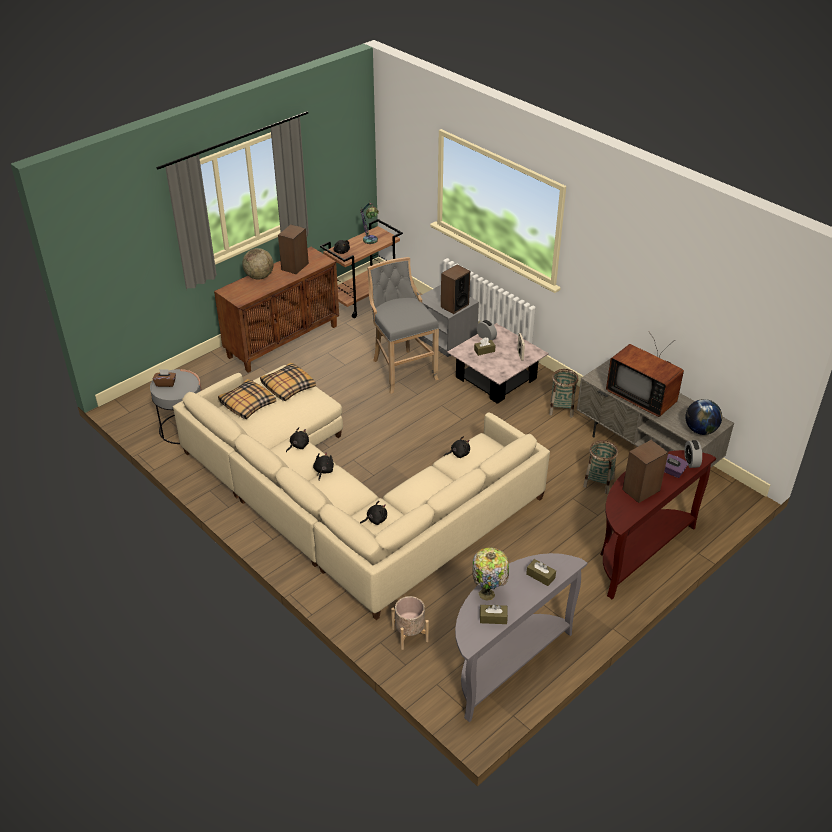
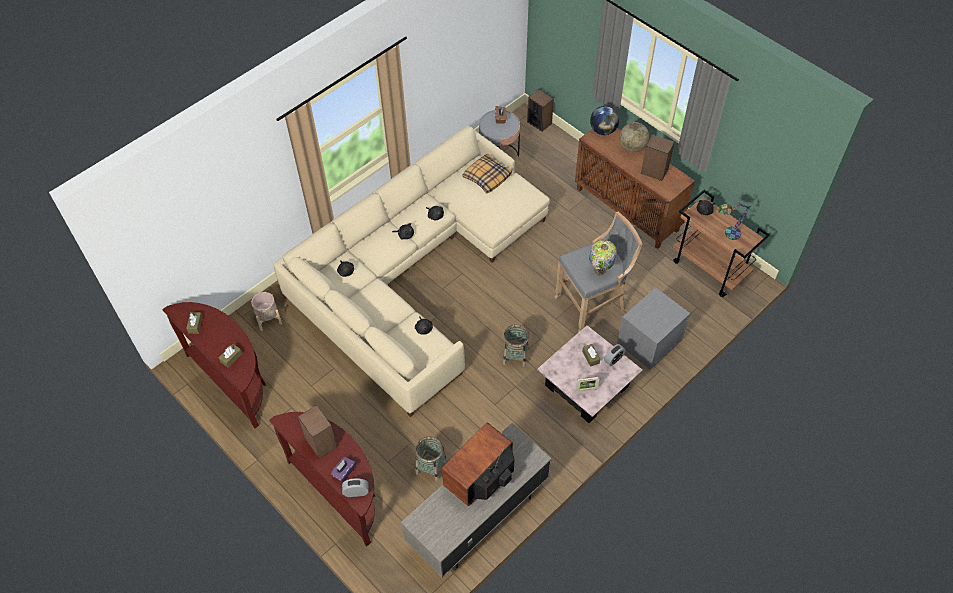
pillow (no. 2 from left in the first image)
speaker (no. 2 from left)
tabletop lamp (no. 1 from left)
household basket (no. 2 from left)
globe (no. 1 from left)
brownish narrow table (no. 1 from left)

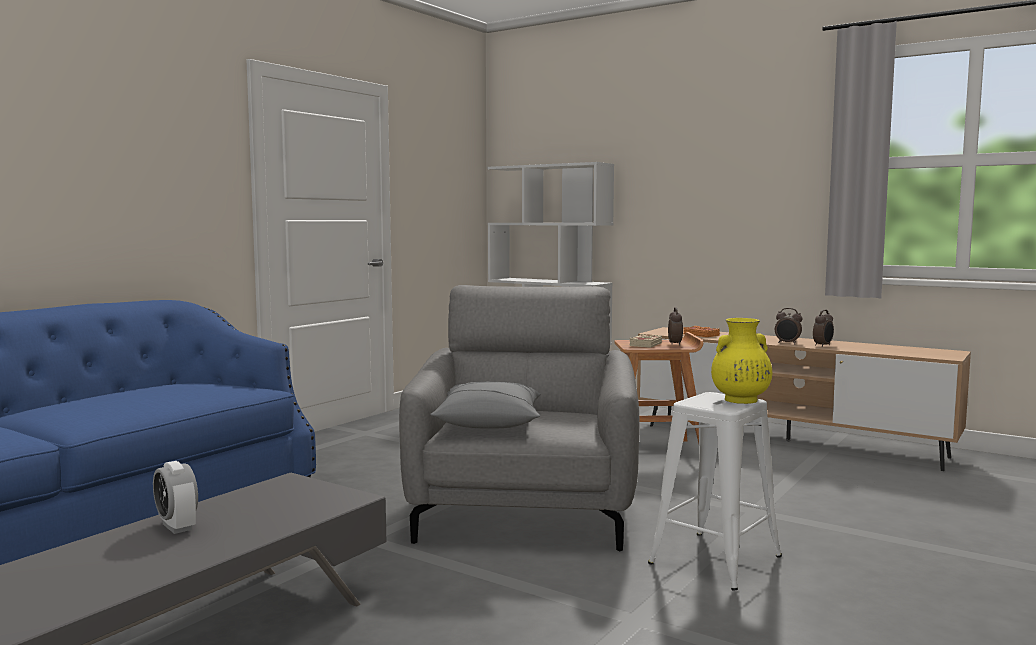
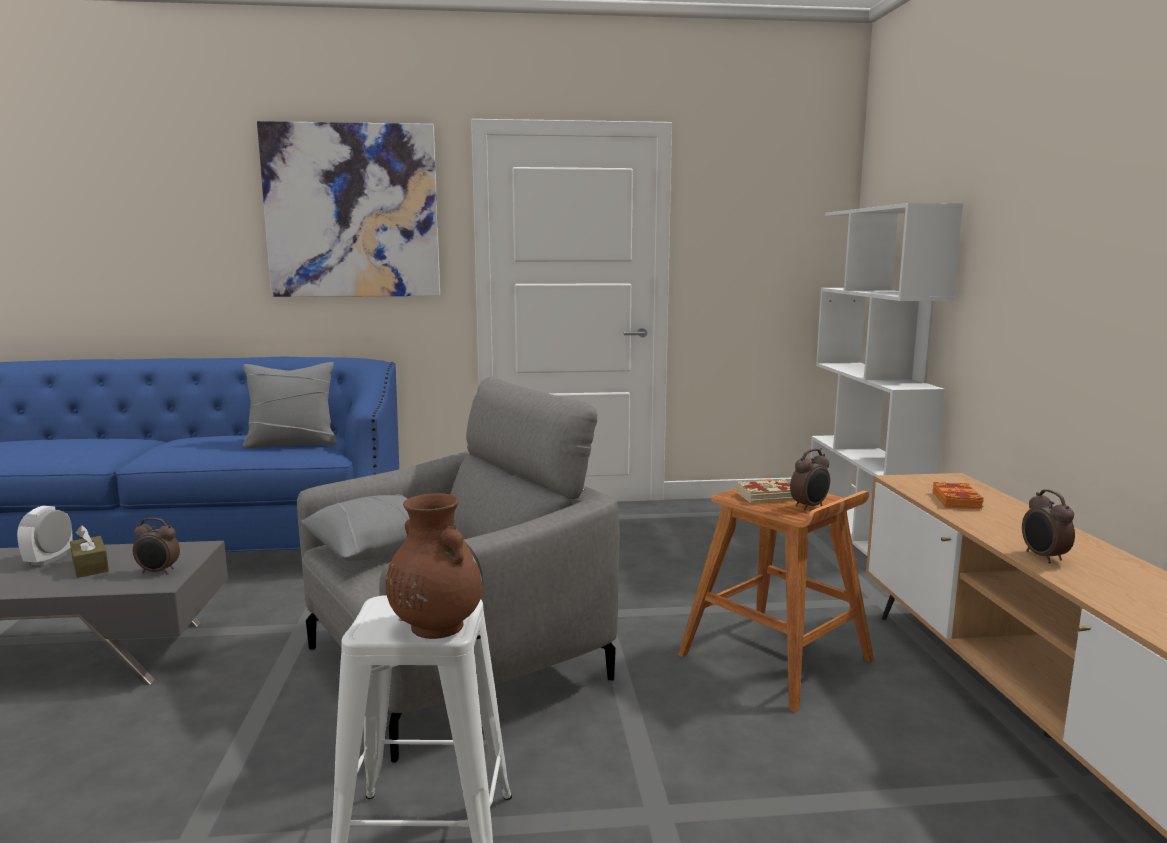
brownish box of tissues
grey pillow (no. 1 from left)
wall picture
table clock (no. 2 from left)
brownish flower vase

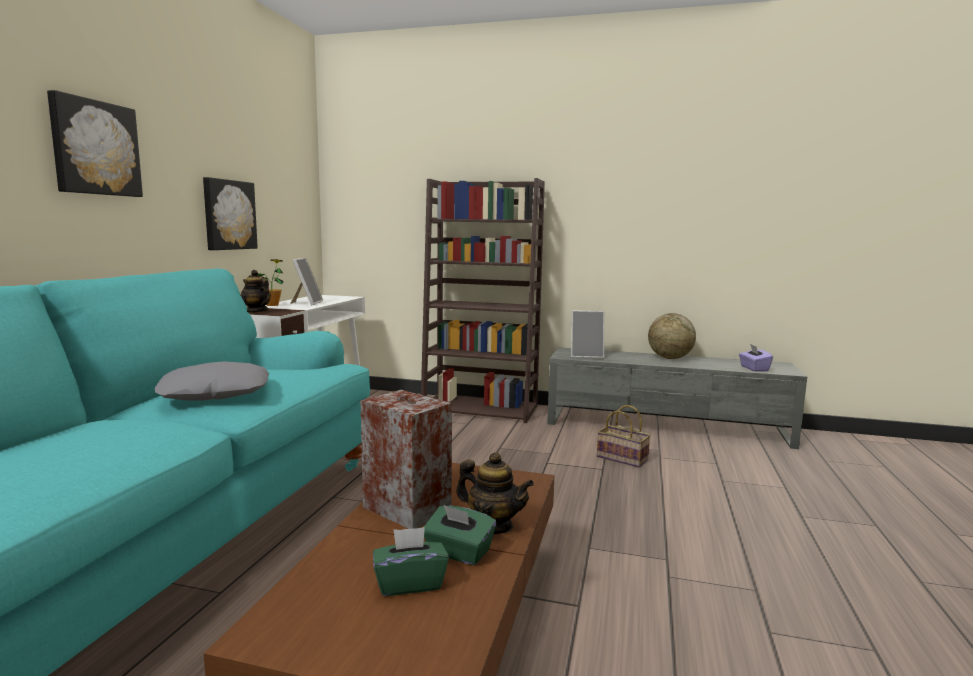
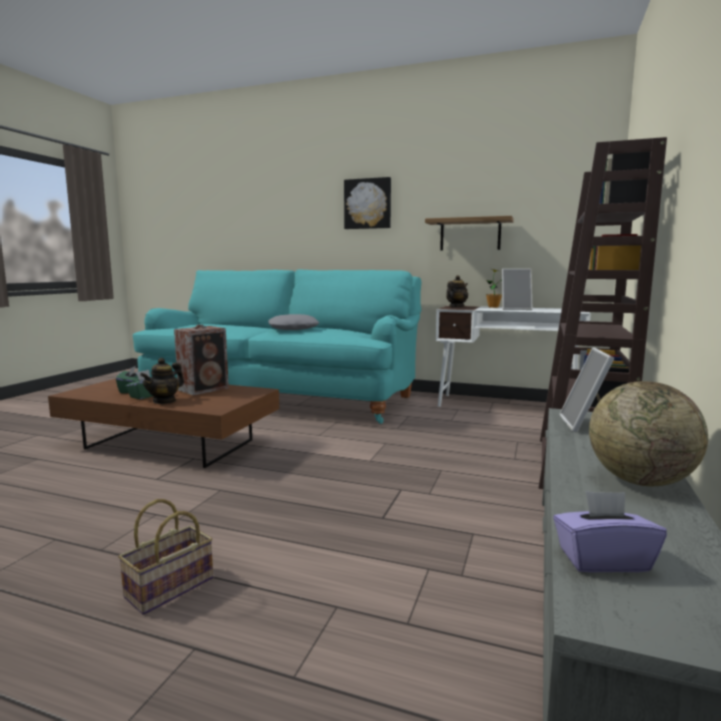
household basket
wall shelf

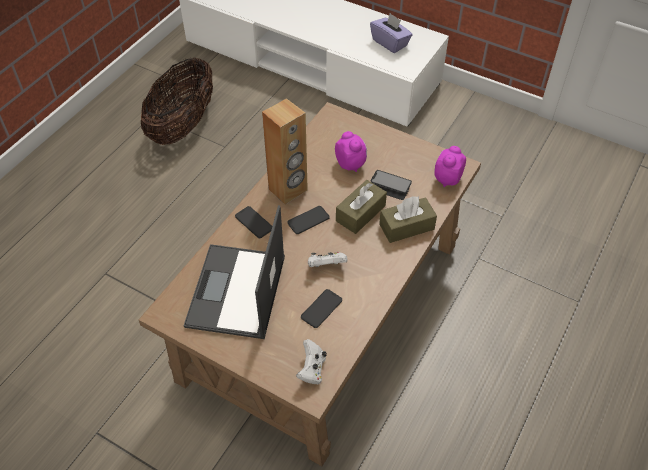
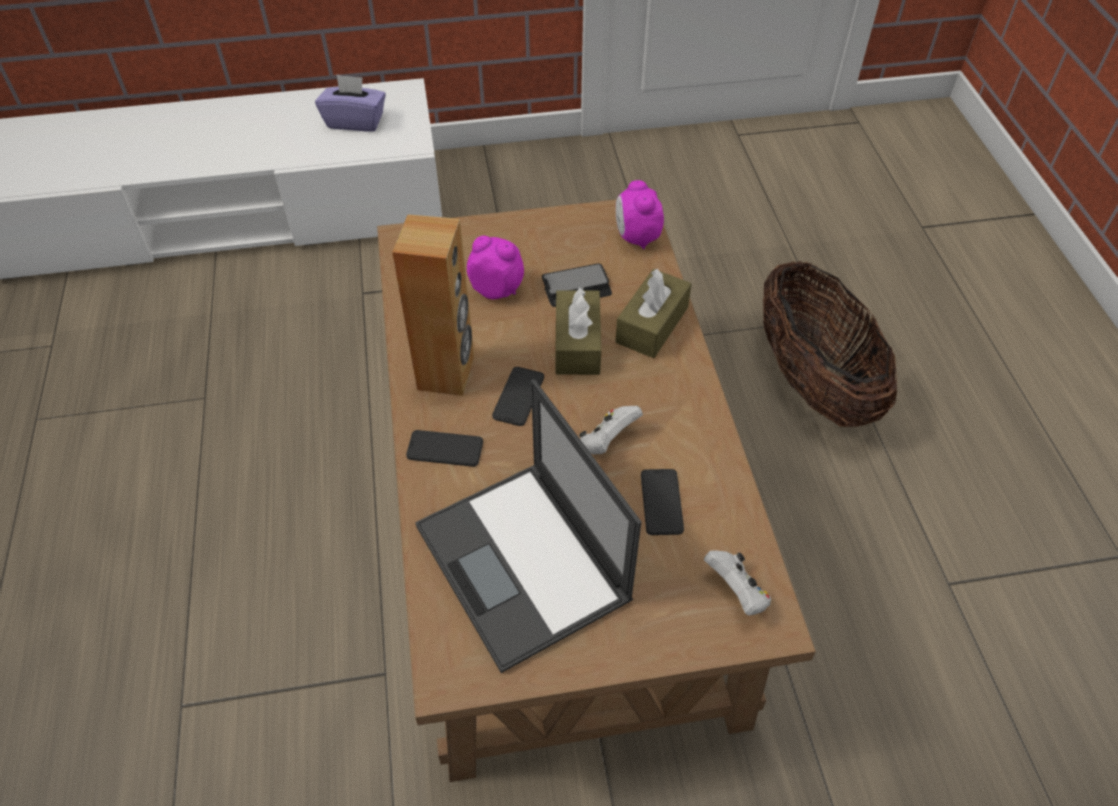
household basket

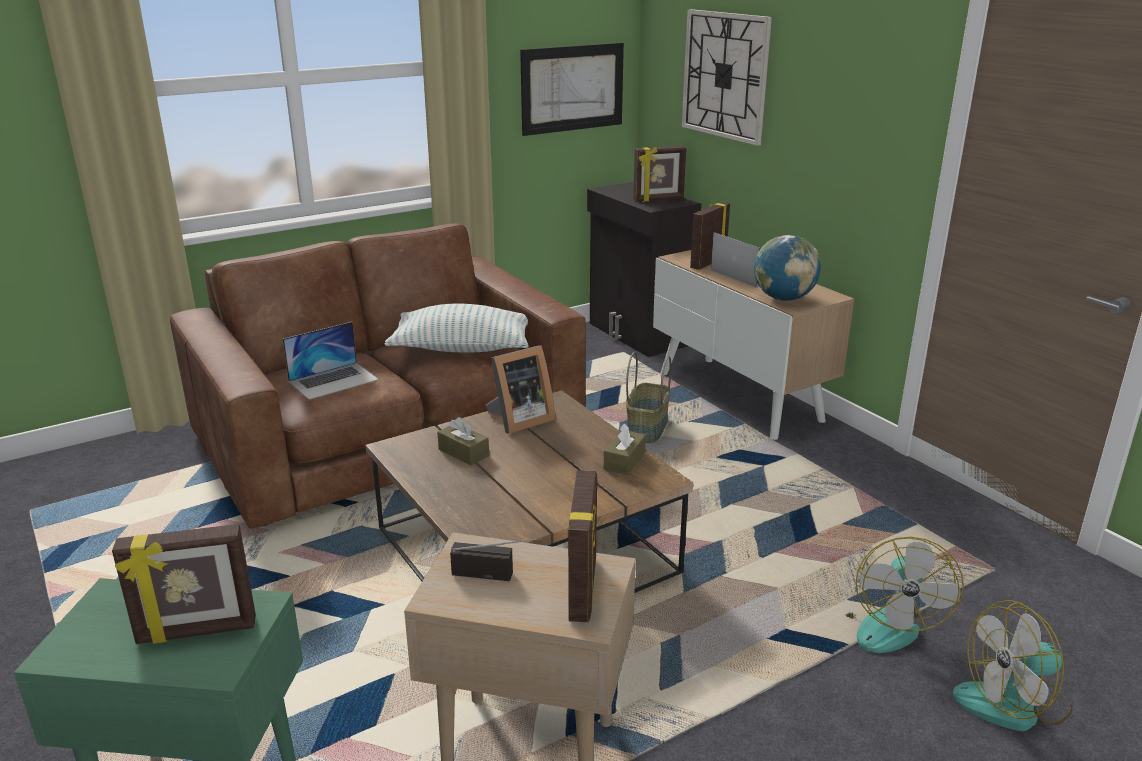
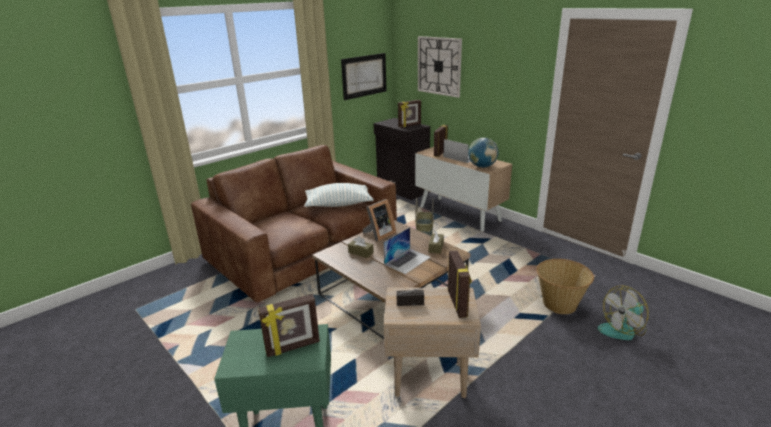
laptop (no. 1 from left)
household basket (no. 2 from left)

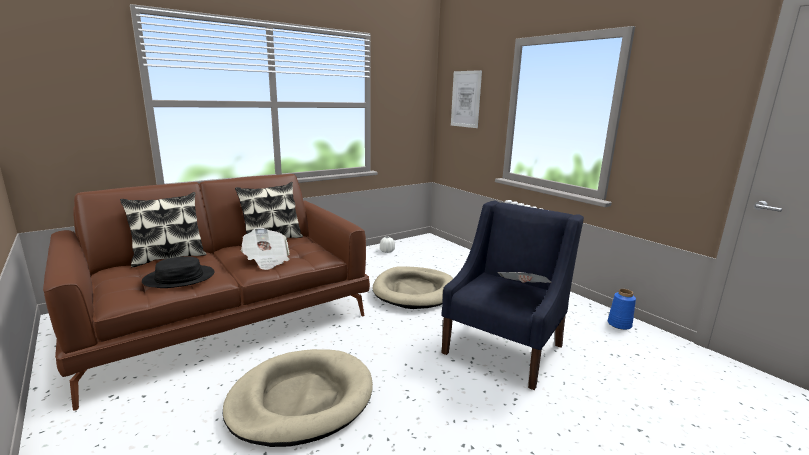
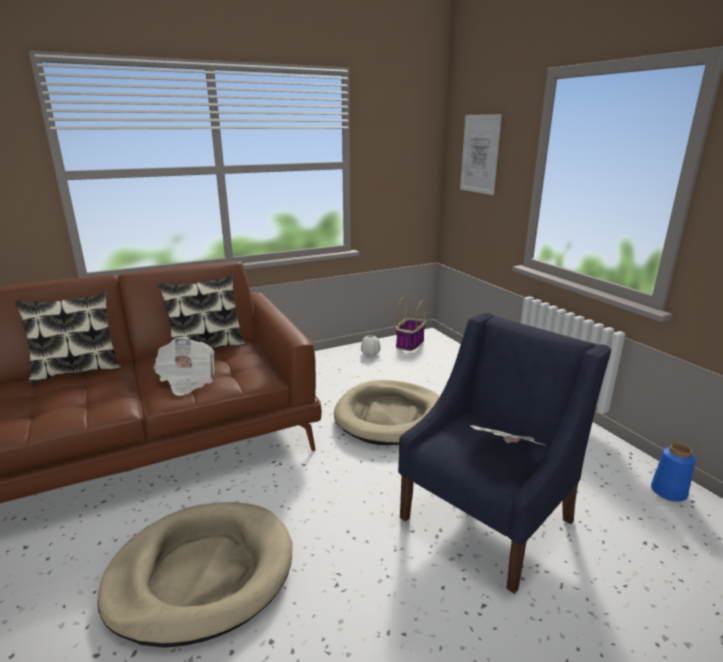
black clothing hat
household basket

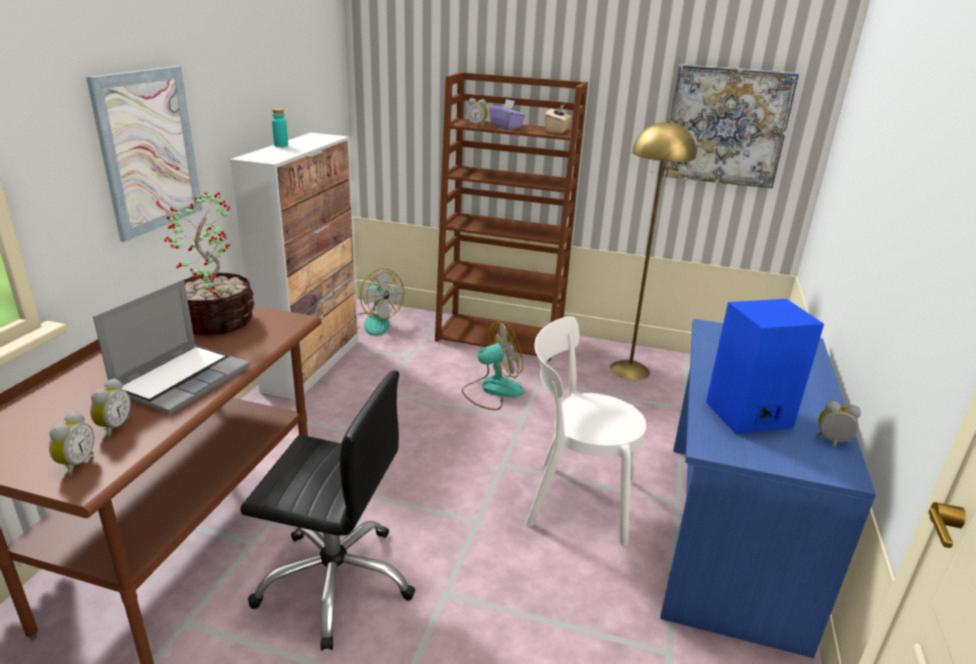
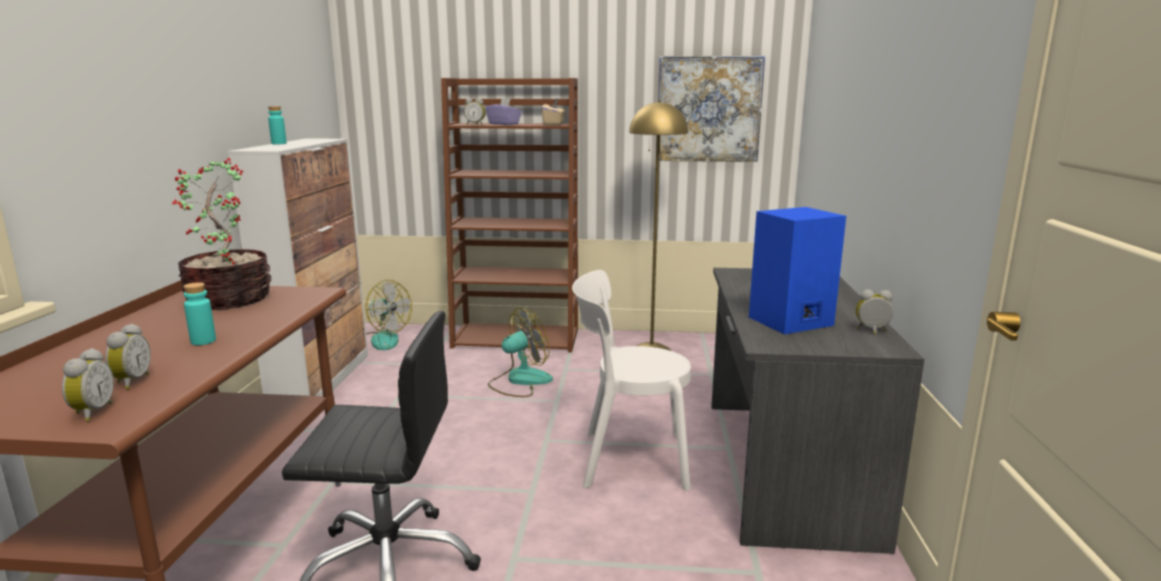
wall picture (no. 1 from left in the first image)
turquoise beverage bottle (no. 1 from left)
grey desk unit

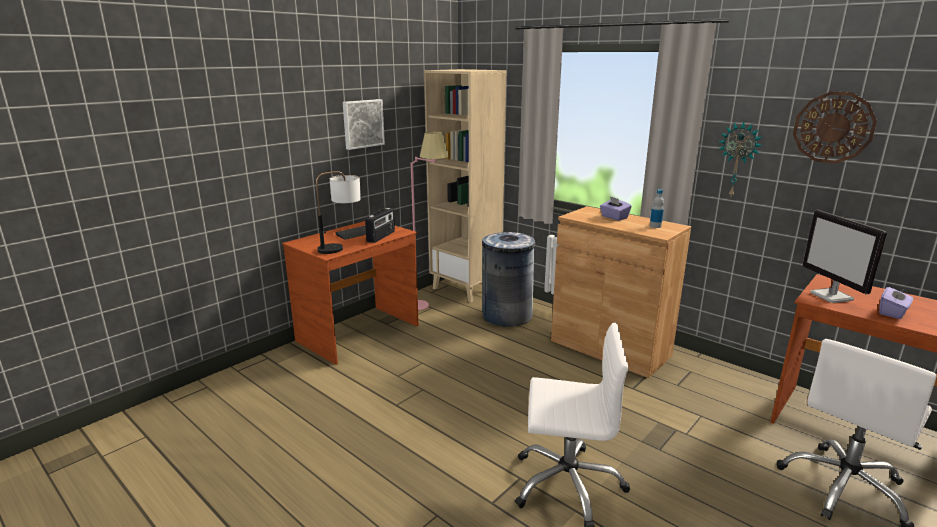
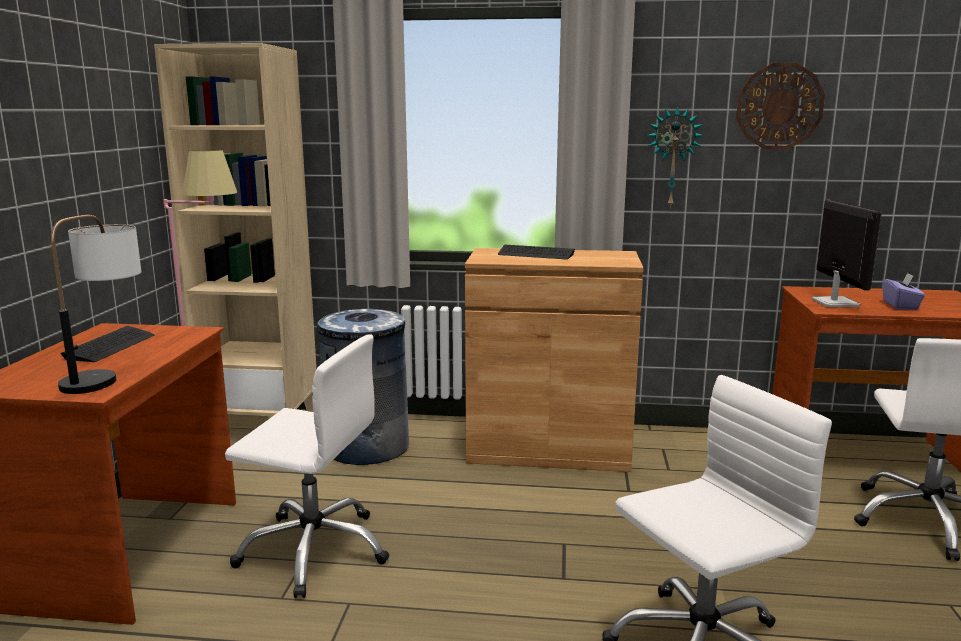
wall picture
radio
beverage bottle
white office chair (no. 1 from left)
keyboard (no. 2 from left)
computer screen

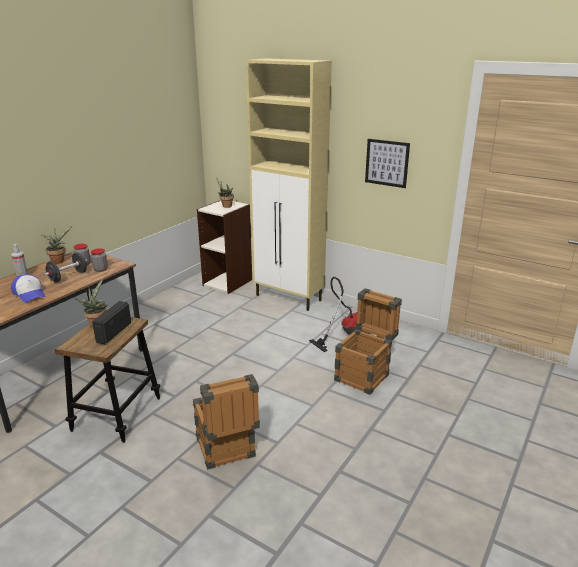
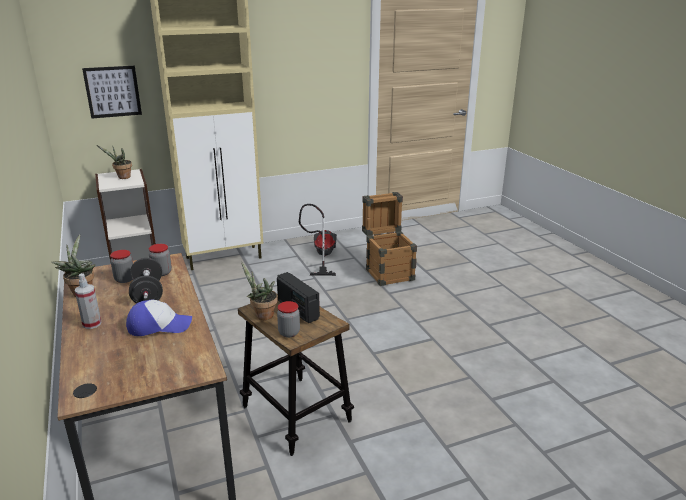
packing crate (no. 1 from left in the first image)
jar (no. 3 from left)
wall picture

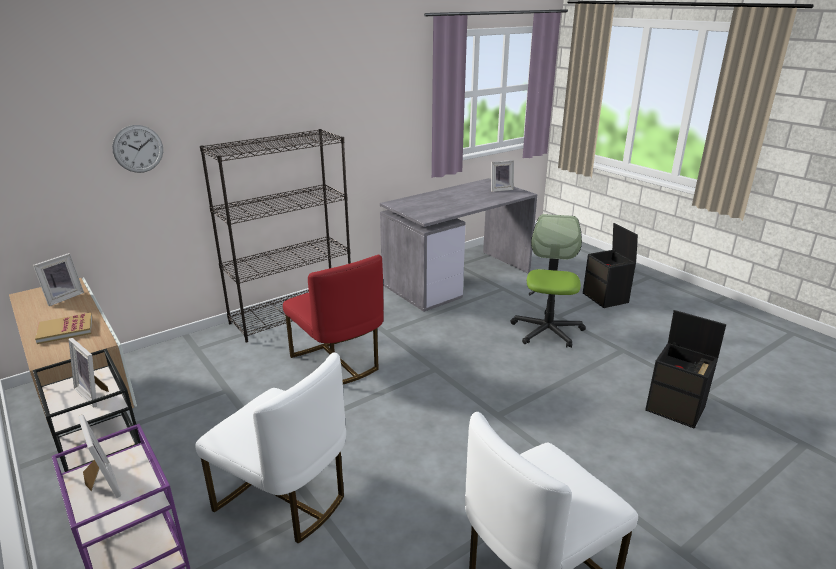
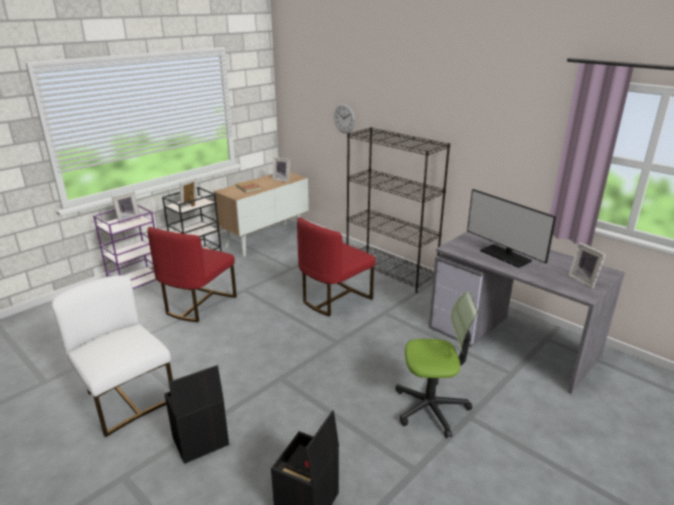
computer screen
black storage bin (no. 1 from left)
reddish upright chair (no. 1 from left)

